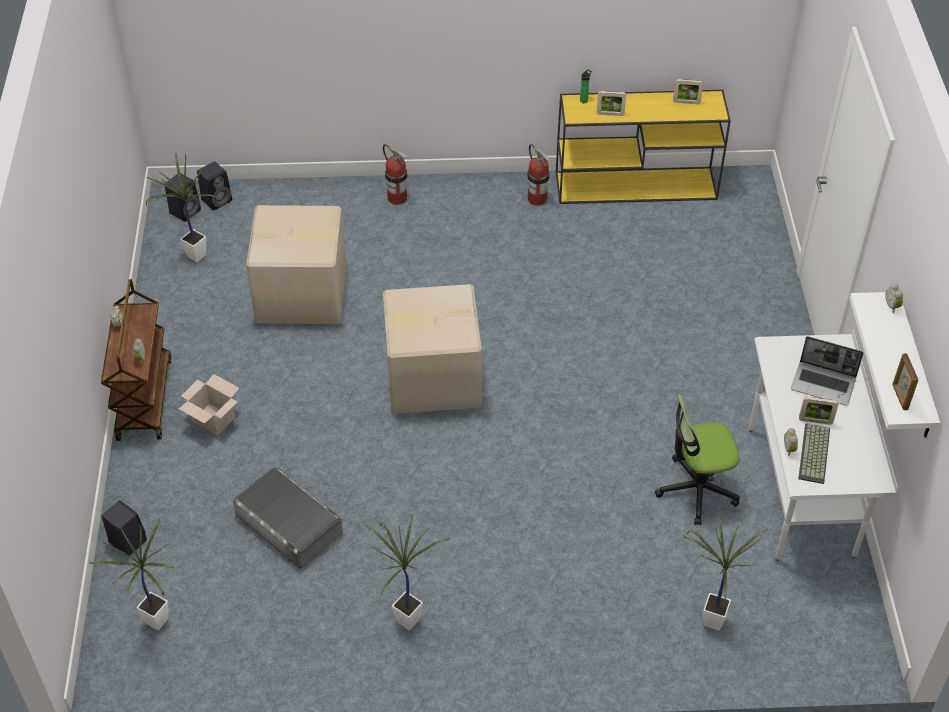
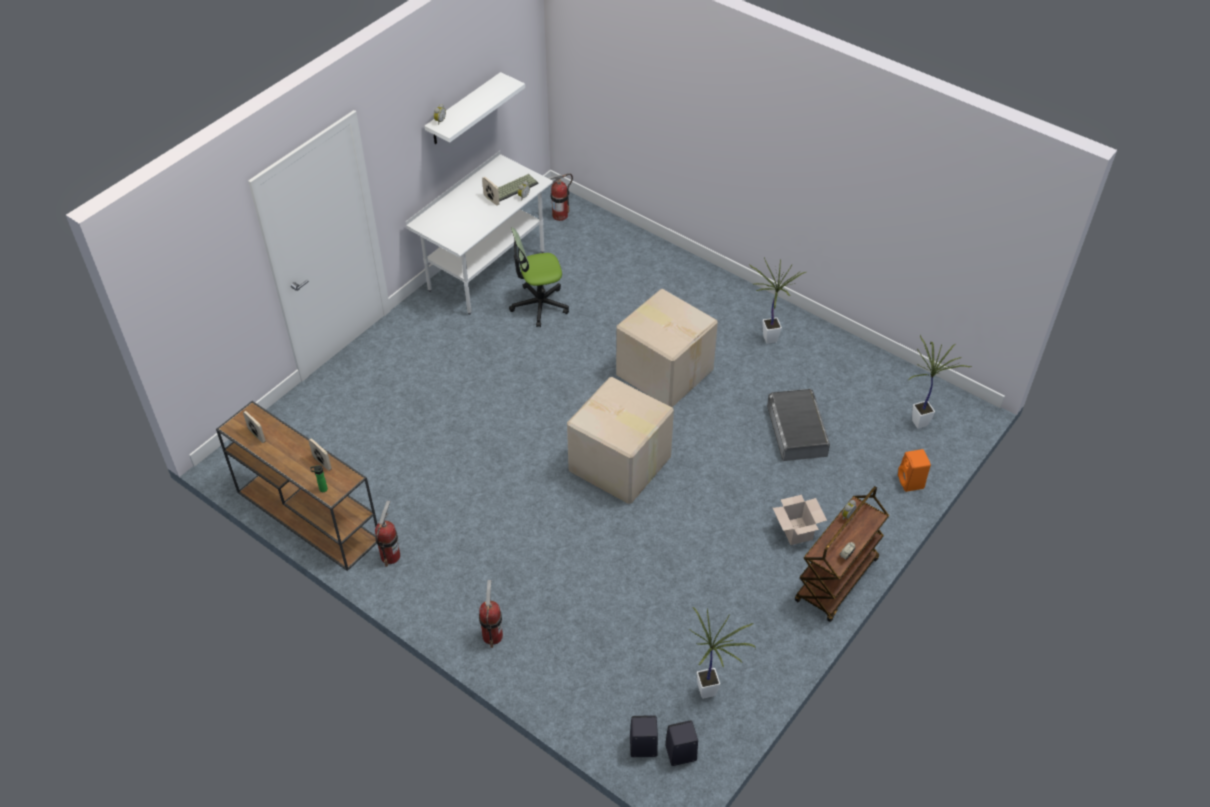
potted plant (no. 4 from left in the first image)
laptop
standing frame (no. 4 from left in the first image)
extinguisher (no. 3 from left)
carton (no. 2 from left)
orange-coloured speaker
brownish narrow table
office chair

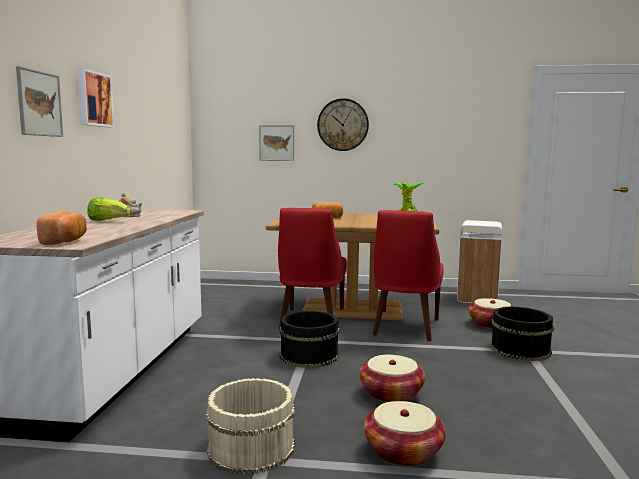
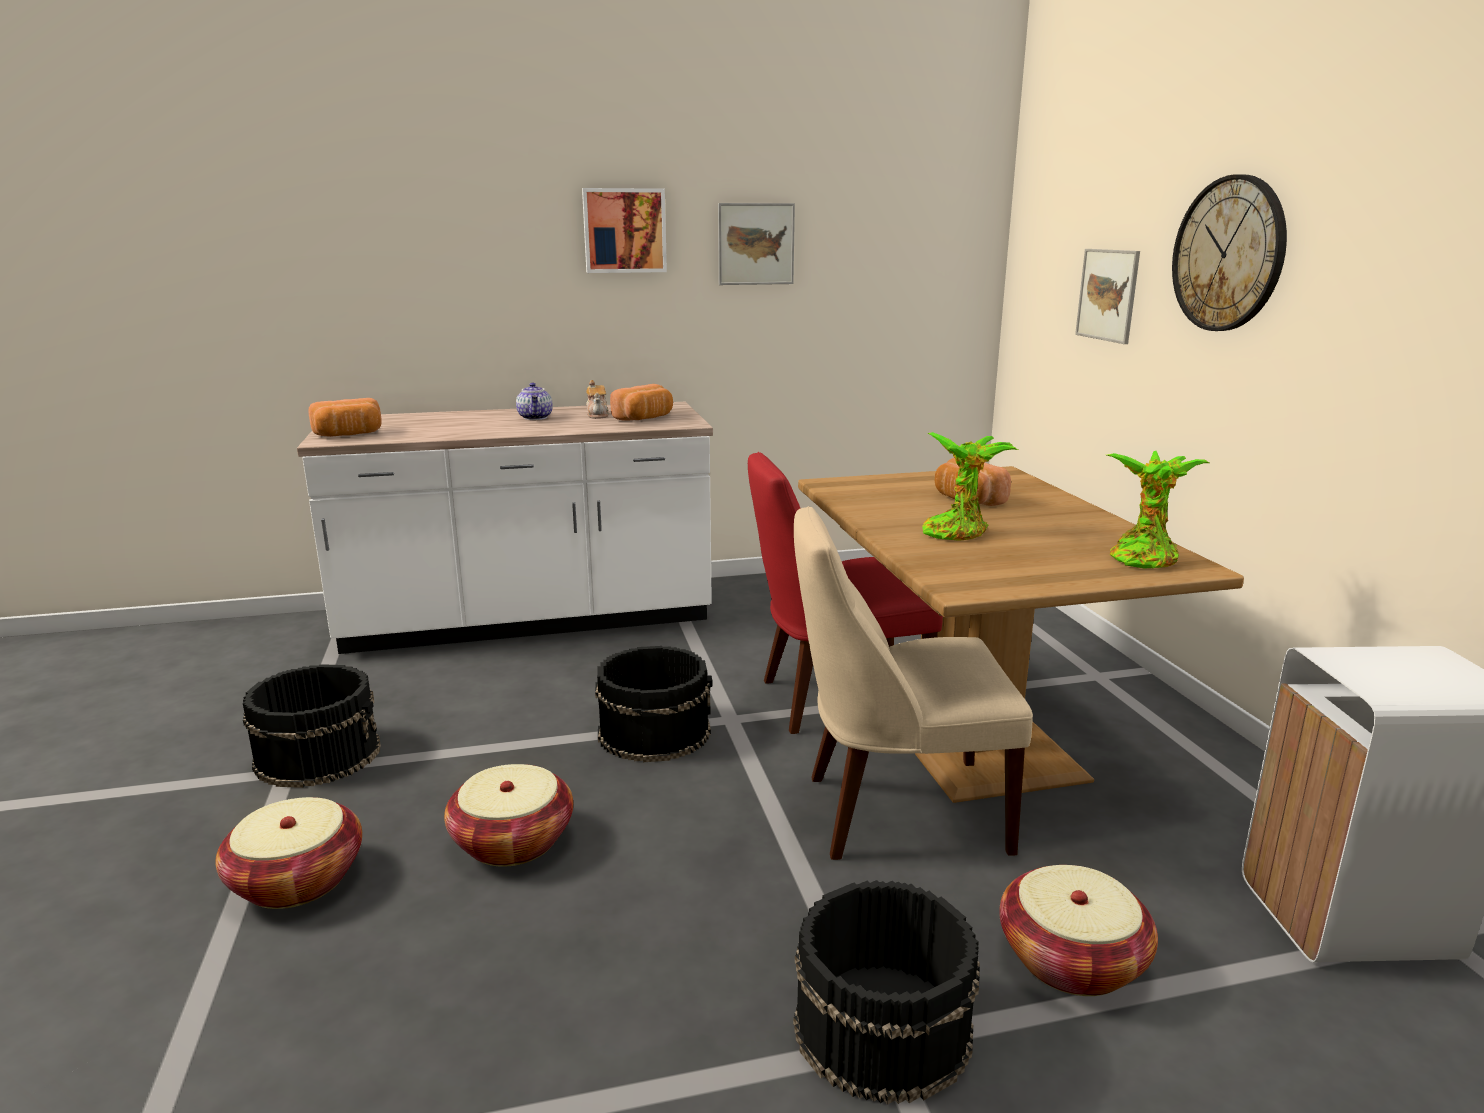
bakery bread (no. 2 from left)
potted plant (no. 1 from left)
wall picture (no. 2 from left)
tea pot (no. 1 from left)
black water bucket (no. 1 from left)
beige upright chair

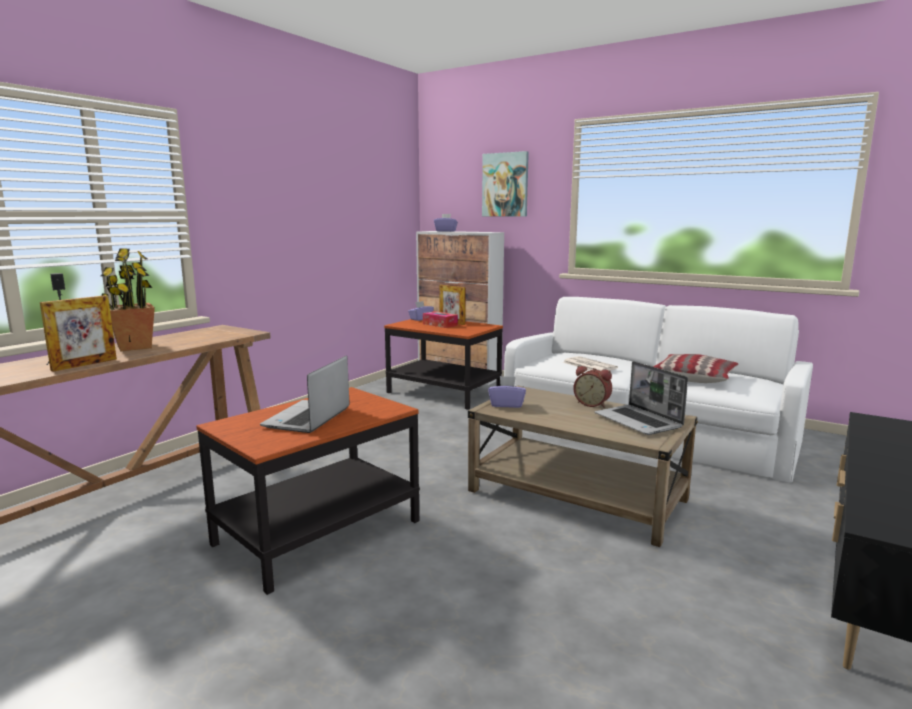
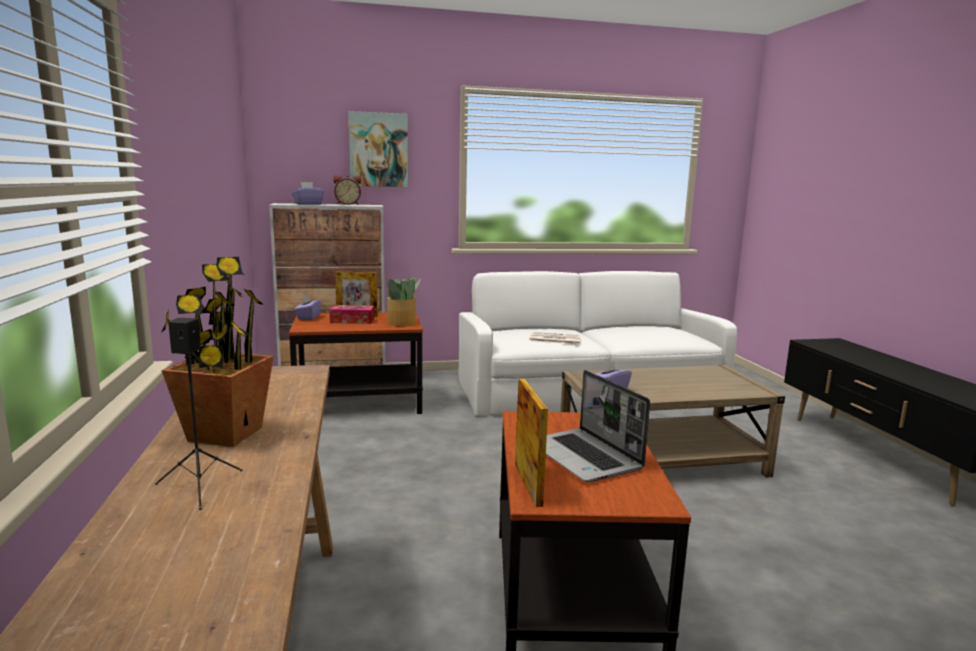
laptop (no. 2 from left in the first image)
pillow
potted plant (no. 2 from left)
standing frame (no. 2 from left)
table clock

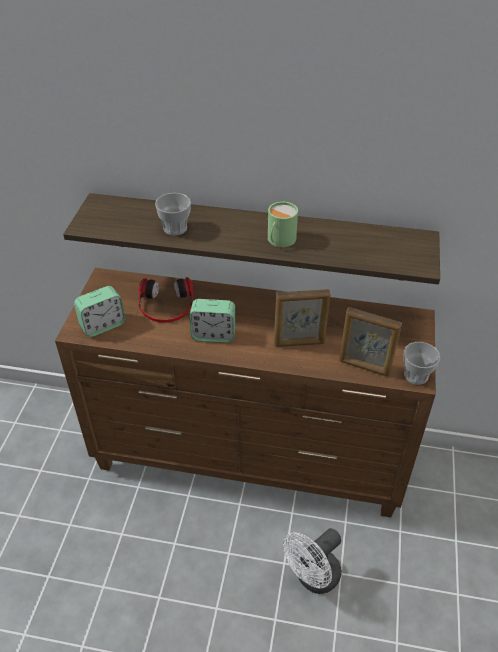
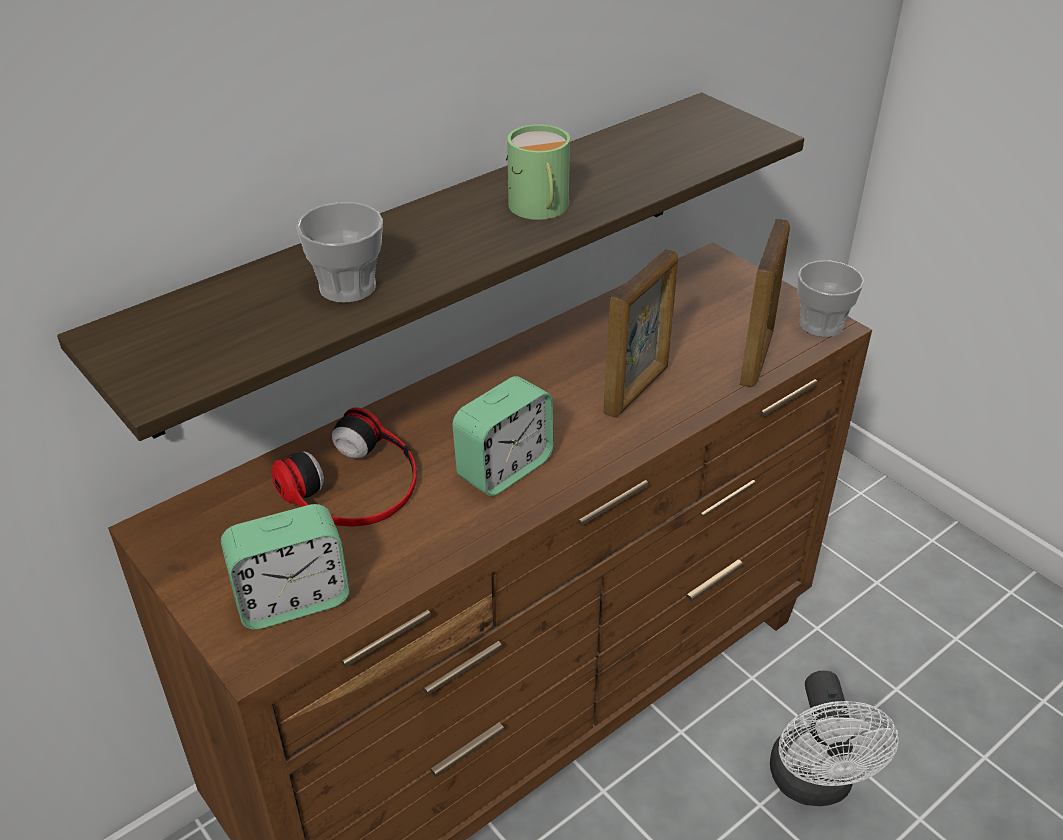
table clock (no. 1 from left)
standing frame (no. 2 from left)

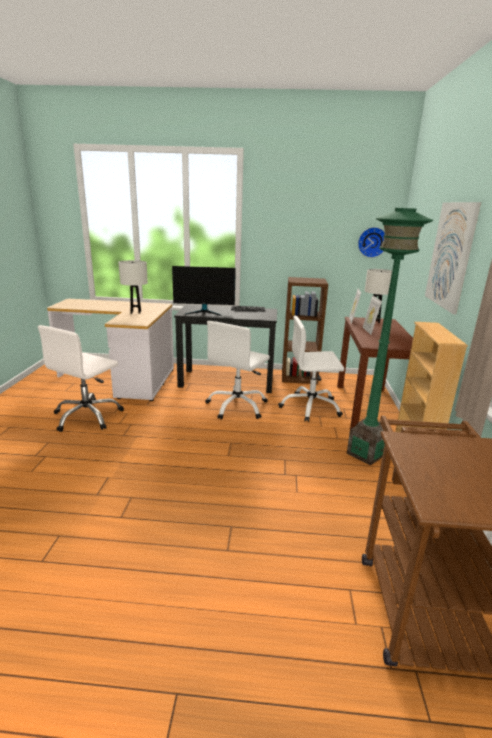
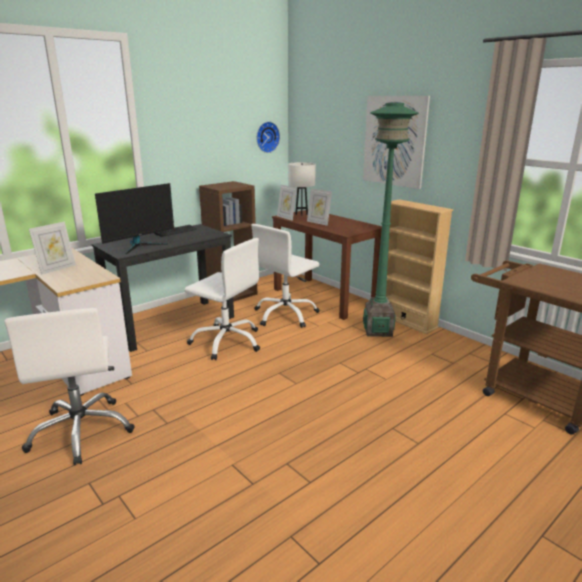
standing frame (no. 1 from left)
white office chair (no. 2 from left)

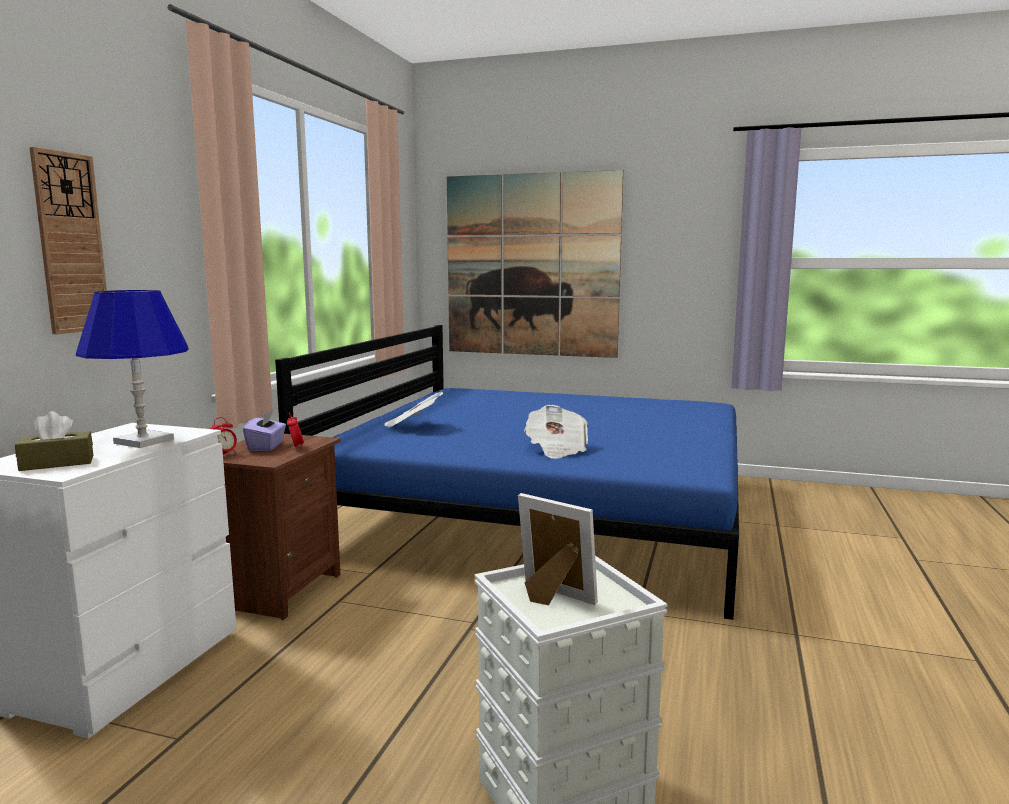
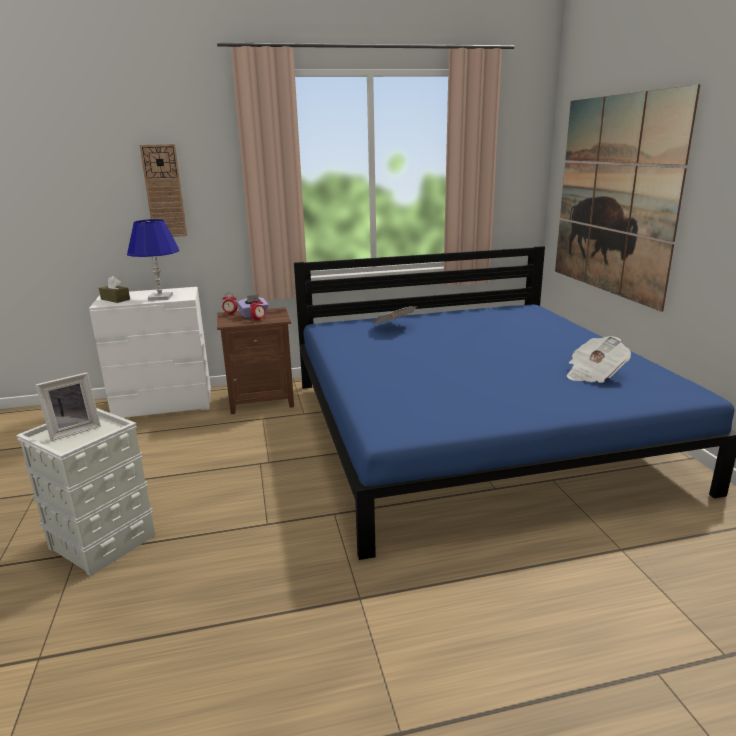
printed paper (no. 2 from left)
standing frame

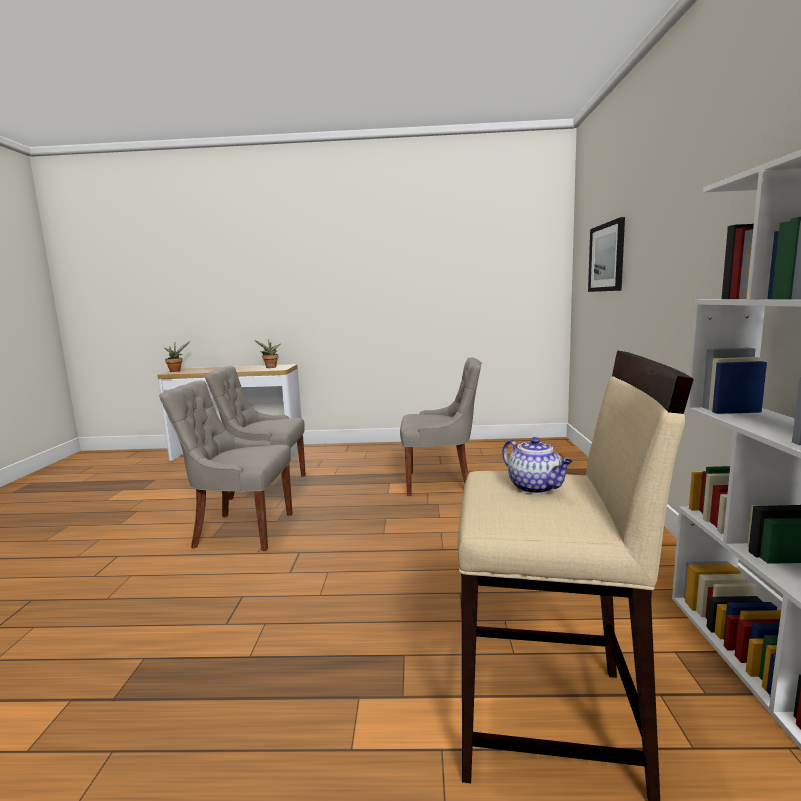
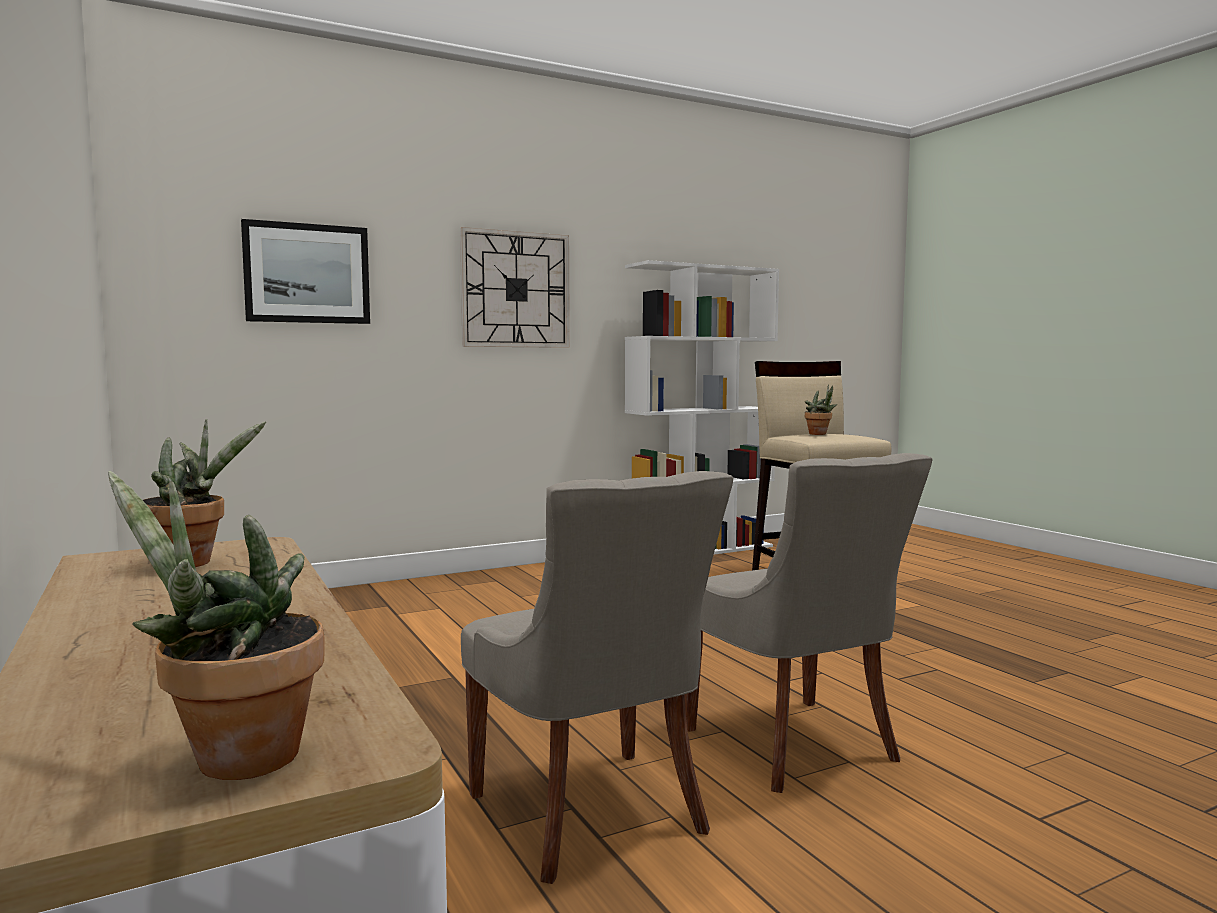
grey upright chair (no. 3 from left in the first image)
clock on the wall
potted plant (no. 3 from left)

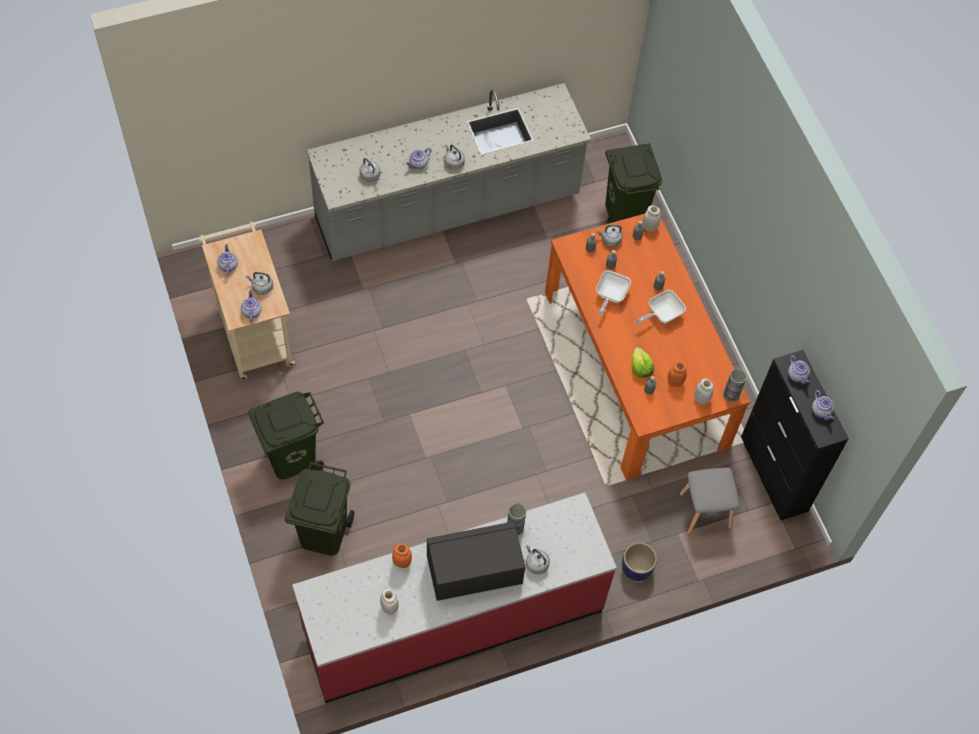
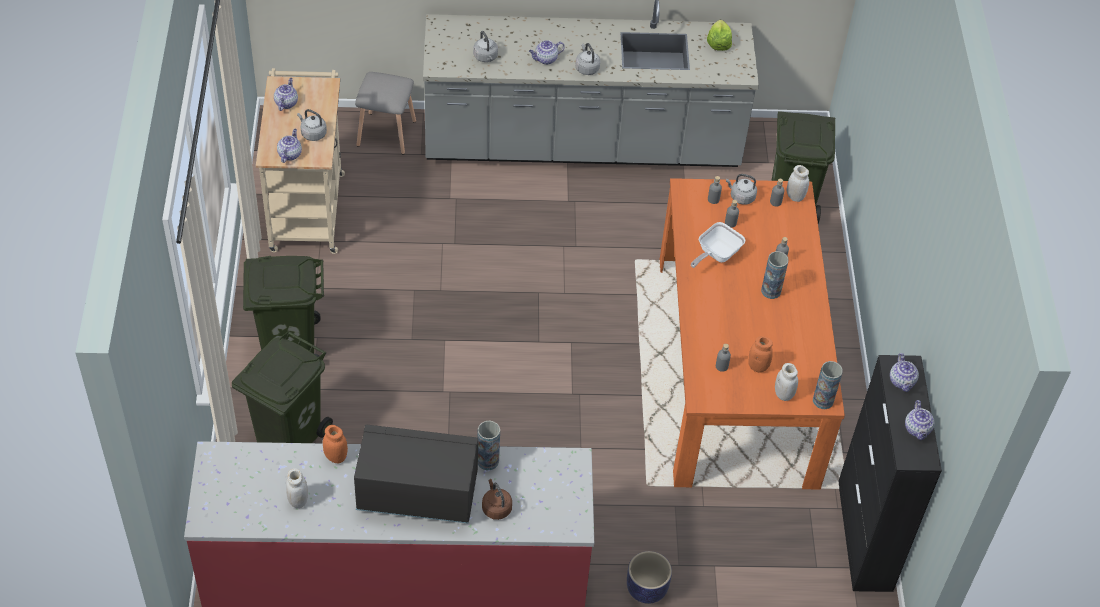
lettuce
grey stool
flower vase (no. 2 from left)
brownish kettle

